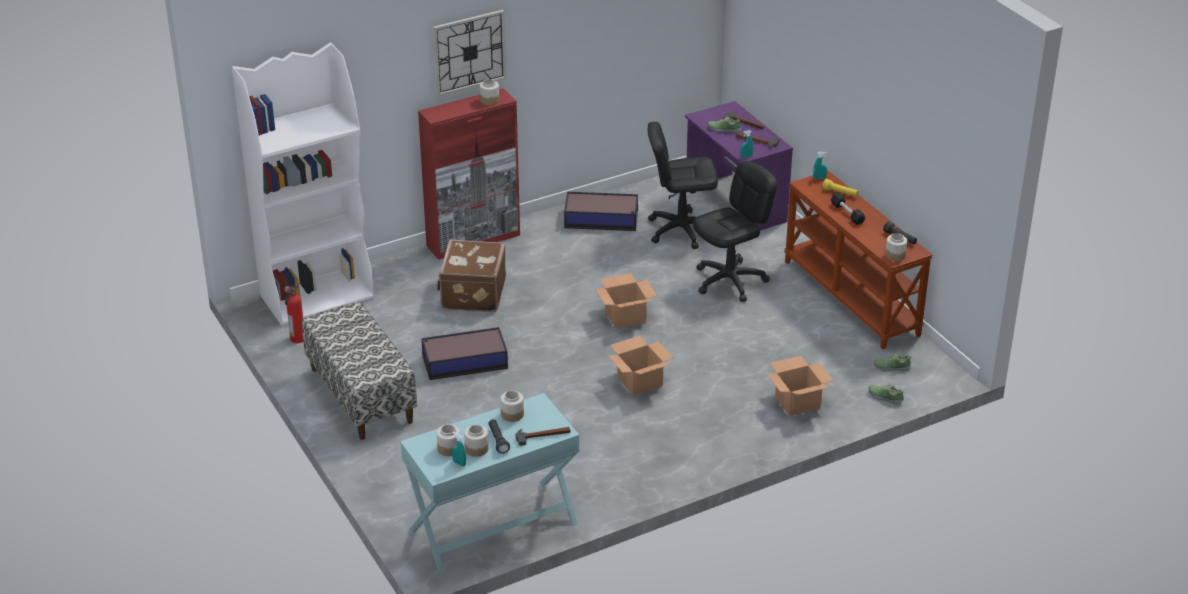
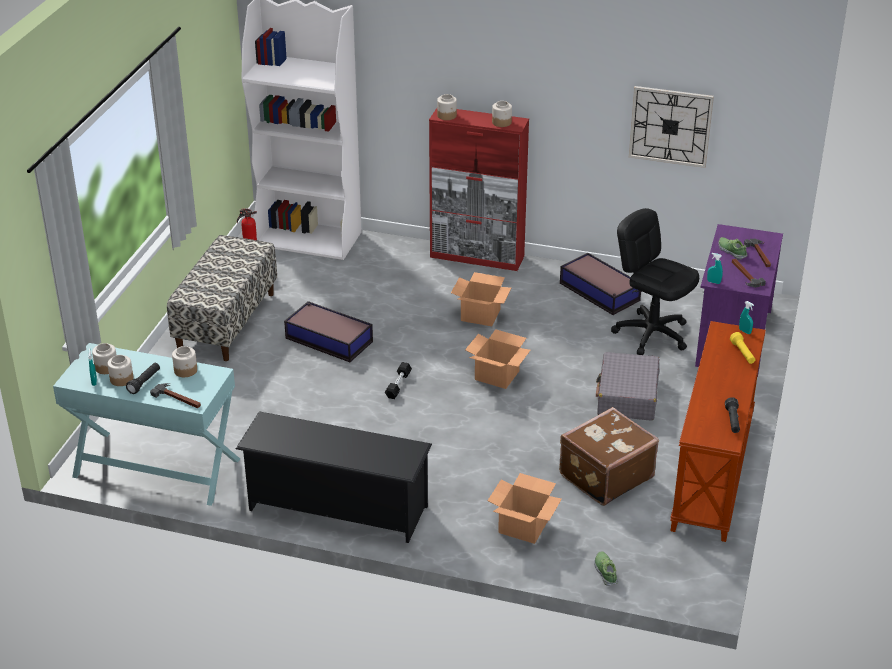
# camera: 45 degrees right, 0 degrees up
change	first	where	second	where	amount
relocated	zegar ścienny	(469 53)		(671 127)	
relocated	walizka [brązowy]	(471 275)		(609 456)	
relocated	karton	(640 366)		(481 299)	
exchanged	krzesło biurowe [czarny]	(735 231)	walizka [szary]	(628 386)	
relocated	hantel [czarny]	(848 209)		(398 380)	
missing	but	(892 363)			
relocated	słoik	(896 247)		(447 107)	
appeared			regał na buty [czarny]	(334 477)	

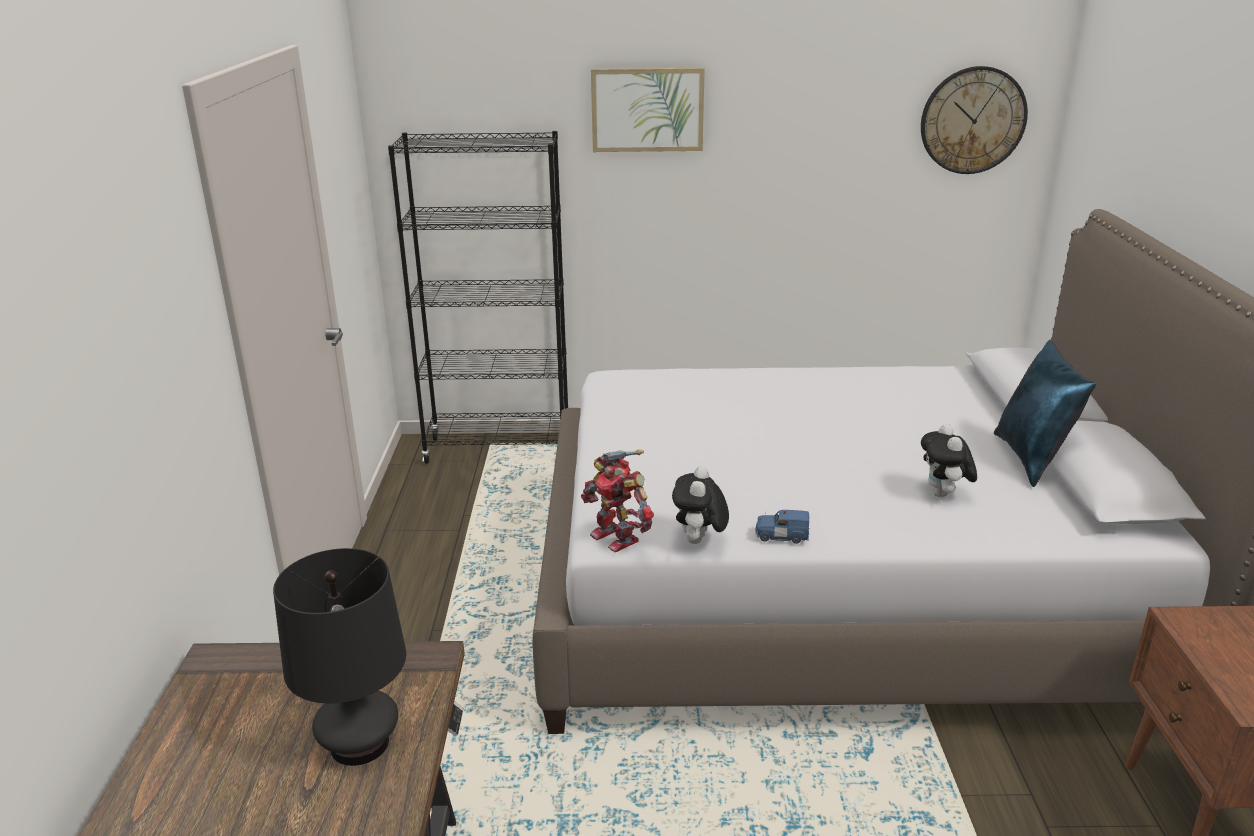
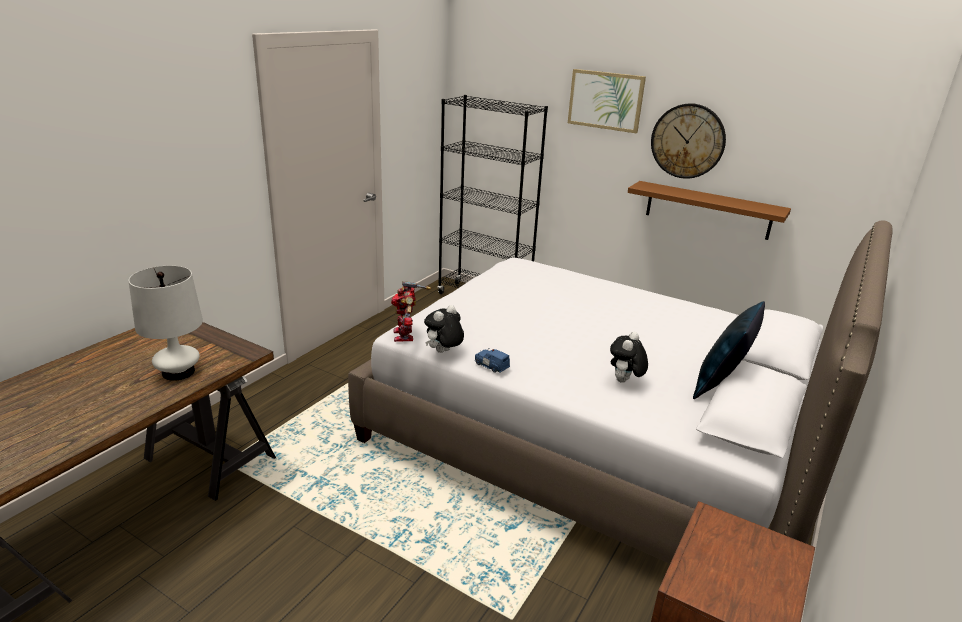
# camera: 30 degrees right, 0 degrees up
change	first	where	second	where	amount
colour	lampa stołowa [czarny]	(339 657)	lampa stołowa [biały]	(166 323)	
relocated	zegar ścienny	(974 120)		(688 141)	
appeared			półka [brązowy]	(709 210)	

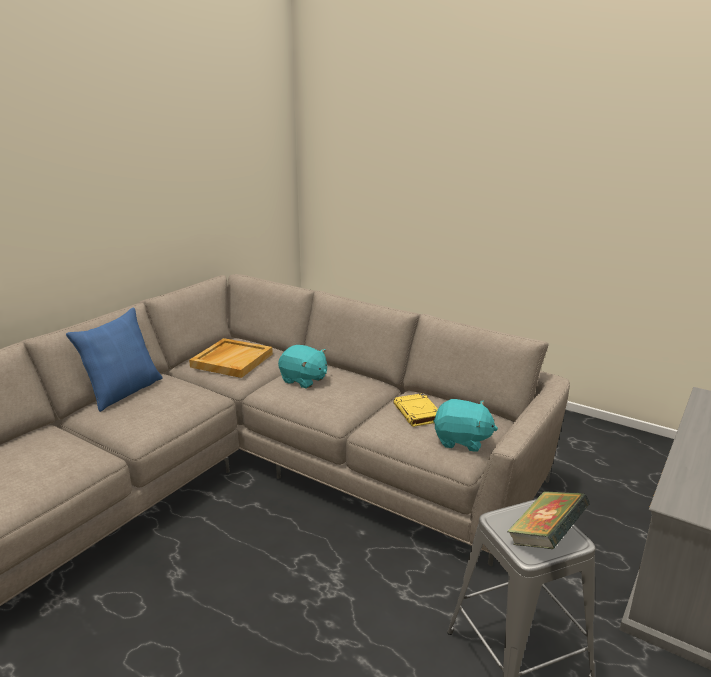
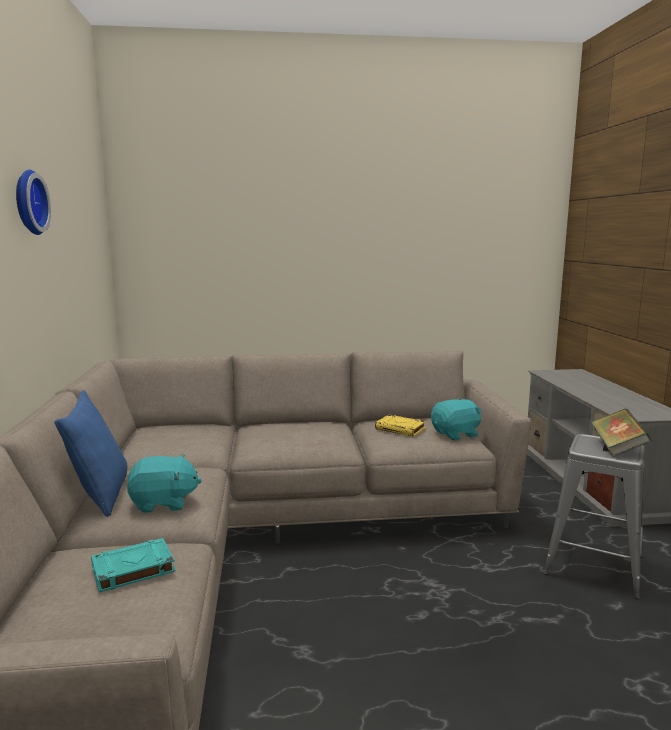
# camera: 40 degrees left, 10 degrees down
change	first	where	second	where	amount
missing	taca [beżowy]	(231 358)			
relocated	pluszak [turkusowy]	(302 366)		(164 483)	
appeared			zegar ścienny	(33 202)	
appeared			książka [turkusowy]	(133 565)	

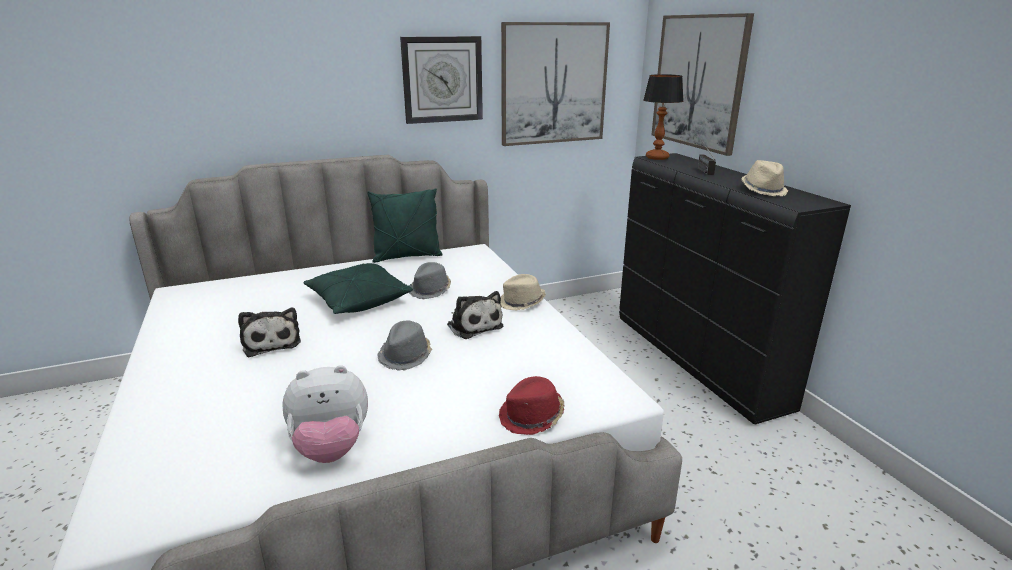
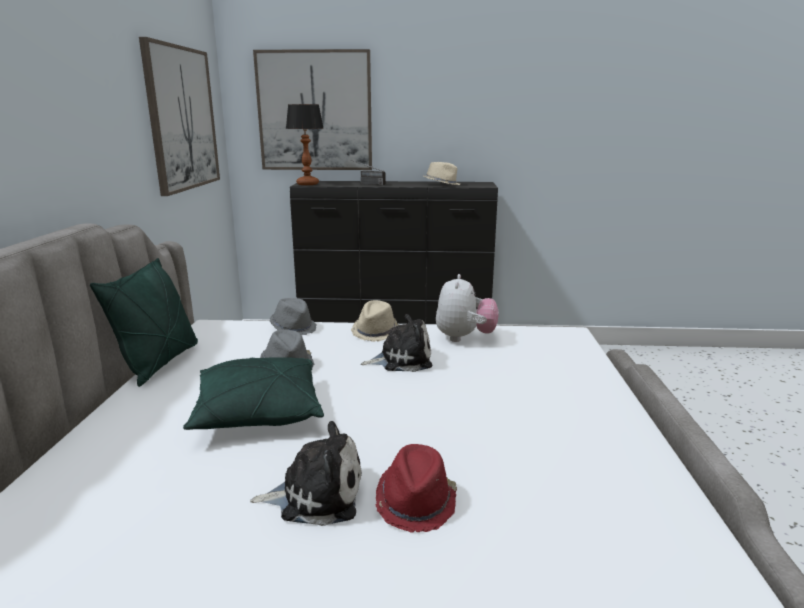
# camera: 65 degrees left, 5 degrees down
change	first	where	second	where	amount
relocated	pluszak	(325 414)		(467 308)	
relocated	kapelusz [szary]	(404 345)		(293 316)	
missing	zegar ścienny	(441 80)			
relocated	kapelusz [czerwony]	(531 405)		(416 488)	

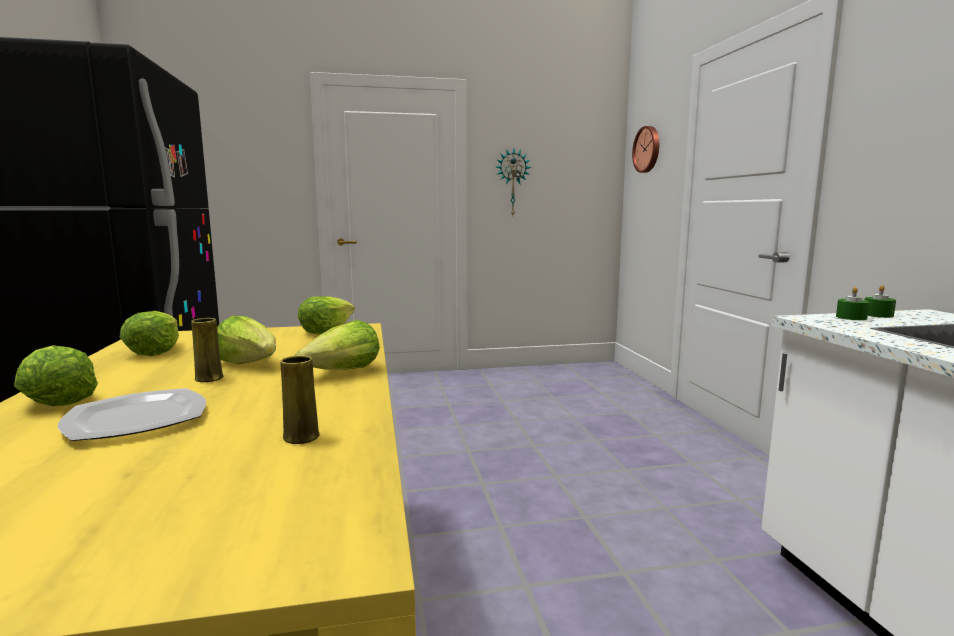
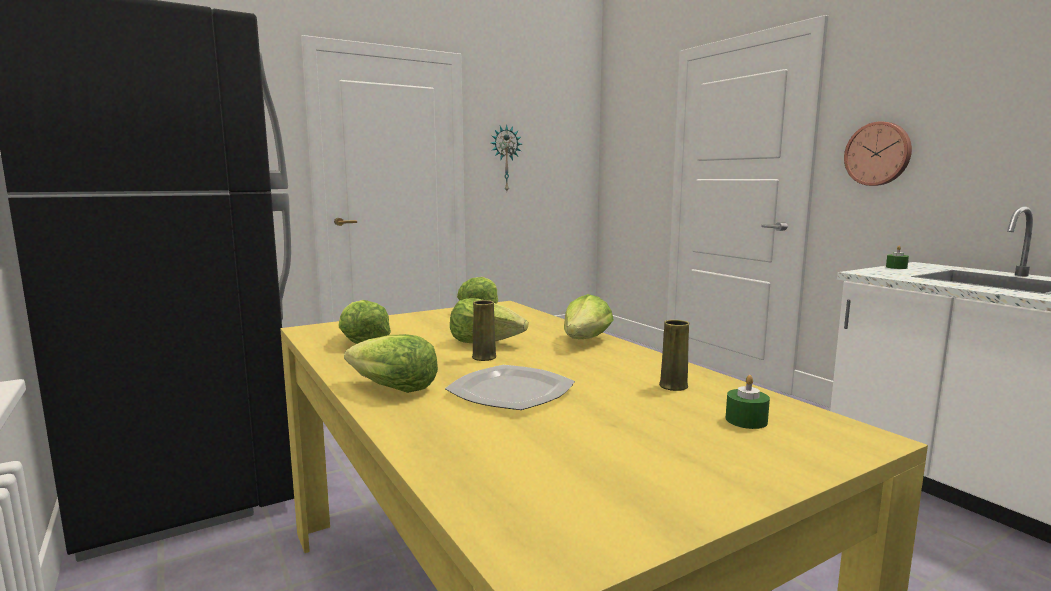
# camera: 20 degrees left, 0 degrees up
change	first	where	second	where	amount
relocated	zegar ścienny	(645 149)		(878 153)	
relocated	świeca [zielony]	(852 303)		(748 402)	

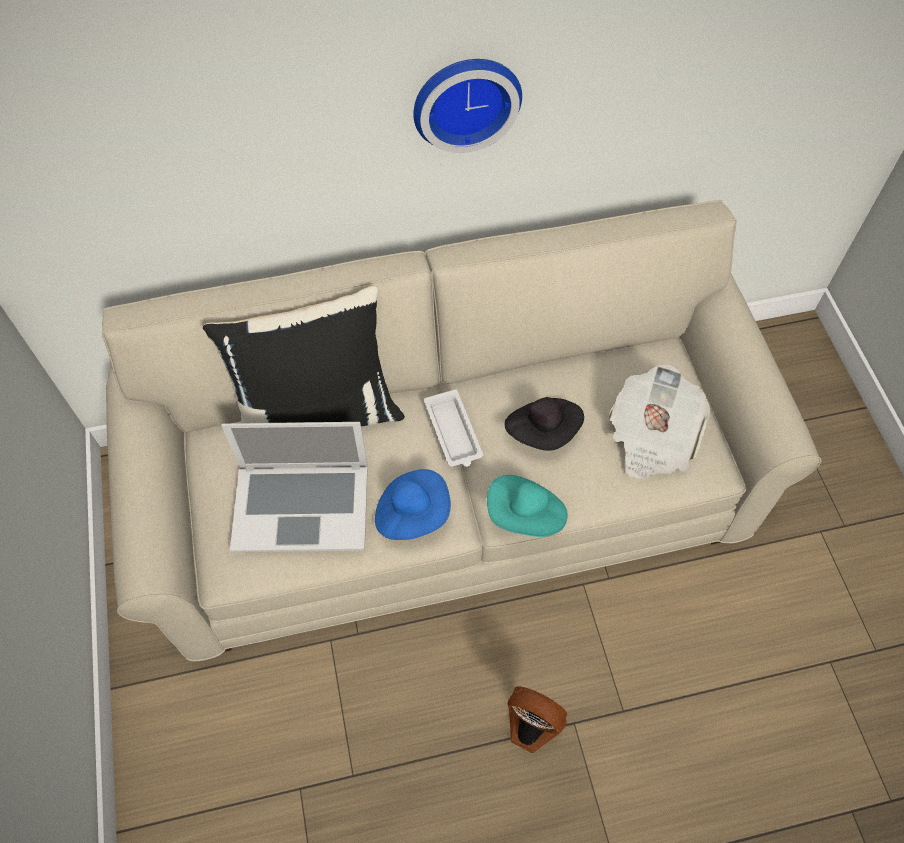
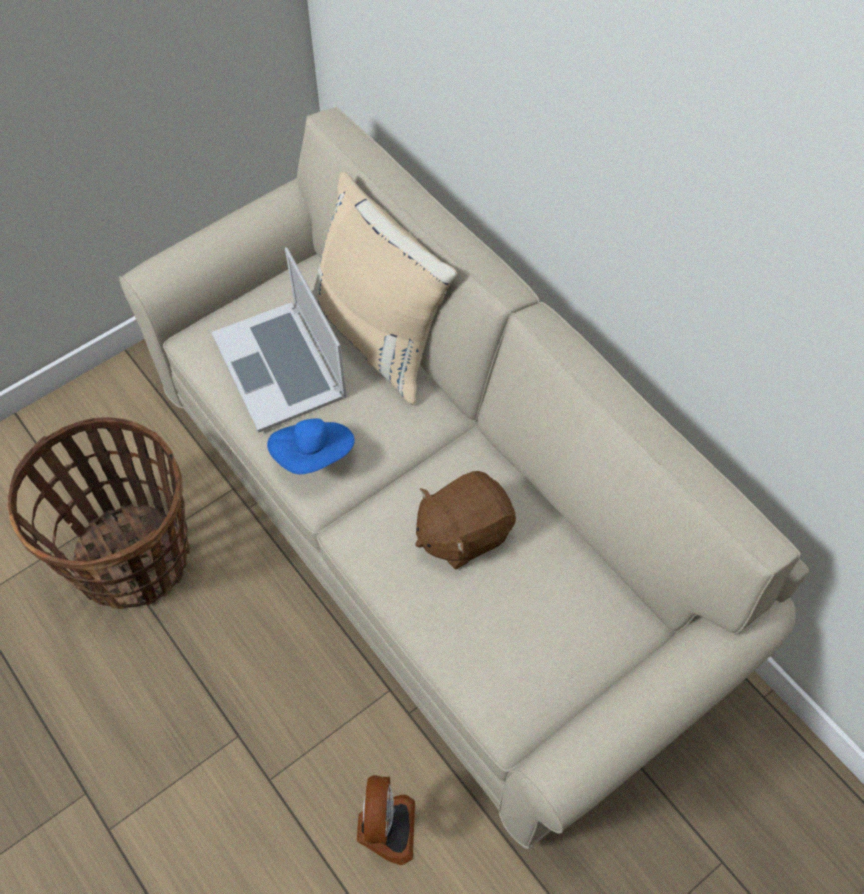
# camera: 65 degrees right, 0 degrees up
change	first	where	second	where	amount
colour	poduszka [czarny]	(304 356)	poduszka [beżowy]	(384 288)	
missing	zegar ścienny	(467 106)			
missing	taca [biały]	(453 428)			
missing	kapelusz [turkusowy]	(527 506)			
exchanged	kapelusz [czarny]	(544 424)	pluszak [brązowy]	(465 520)	
relocated	wentylator	(537 719)		(386 820)	
missing	gazeta	(660 422)			
appeared			koszyk	(98 513)	

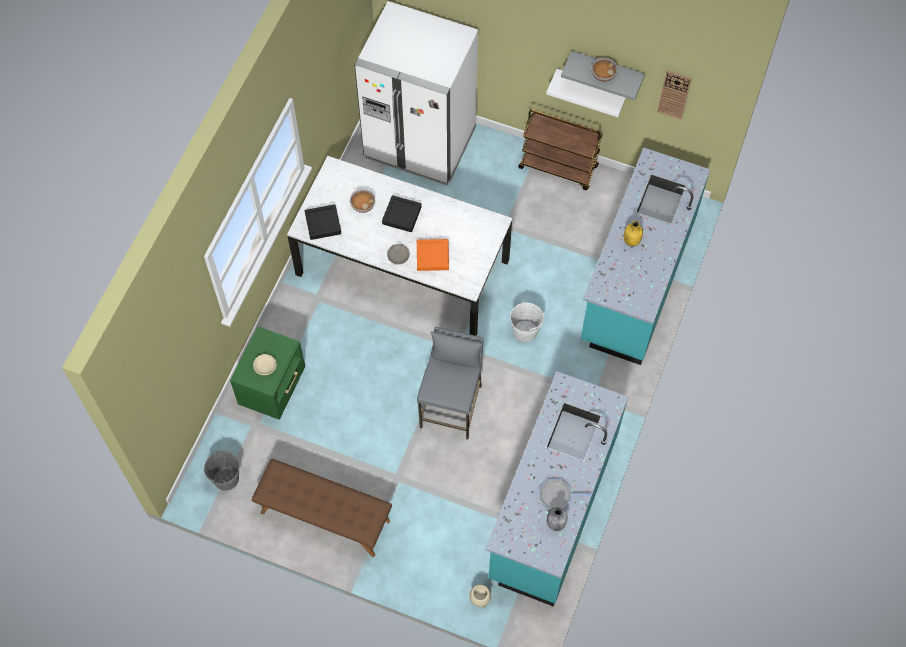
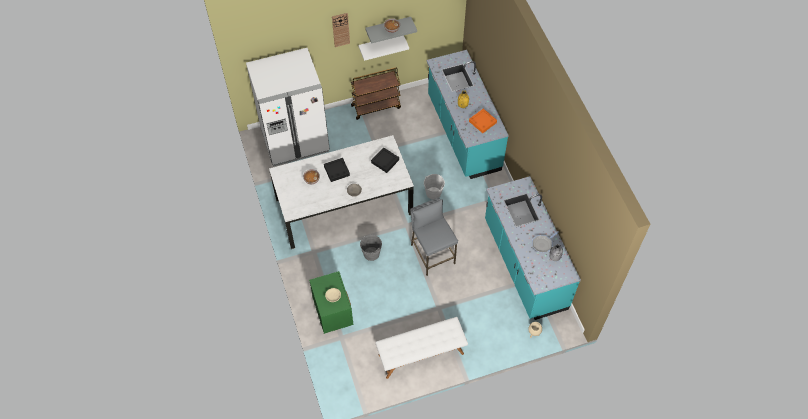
# camera: 40 degrees left, 5 degrees down
change	first	where	second	where	amount
relocated	wiadro [szary]	(221 470)		(371 248)	
colour	ławka [brązowy]	(322 508)	ławka [biały]	(421 348)	
relocated	taca [czarny]	(323 222)		(385 160)	
relocated	taca [pomarańczowy]	(433 255)		(483 120)	
relocated	zegar ścienny	(675 94)		(341 30)	

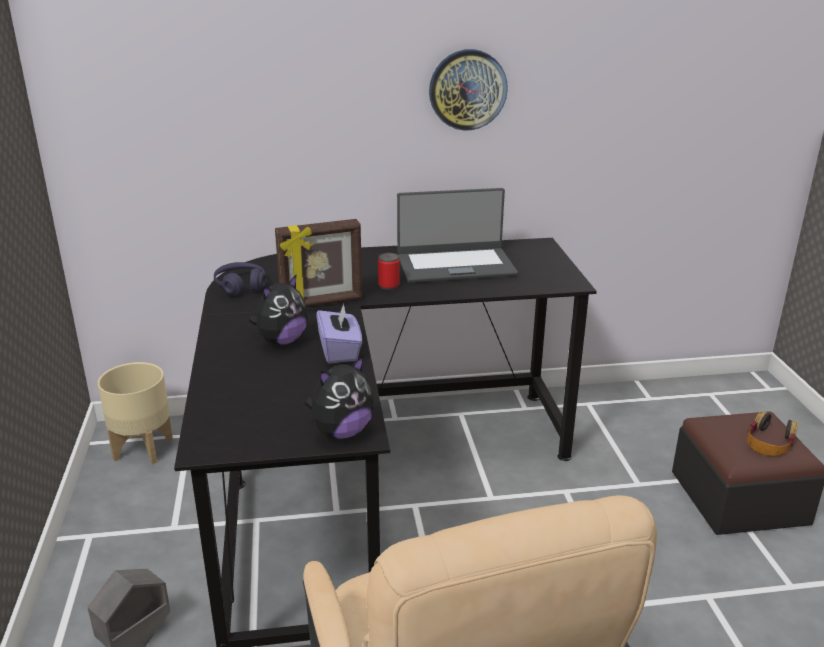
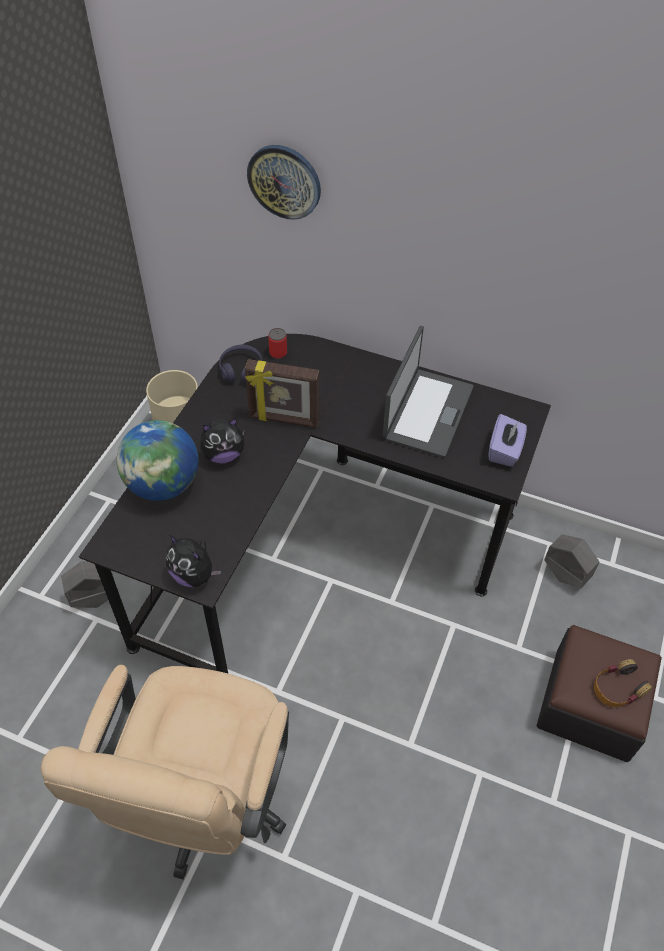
# camera: 30 degrees right, 25 degrees up
change	first	where	second	where	amount
spun	pluszak	(339 397)		(193 561)	45 degrees clockwise
relocated	pudełko chusteczek [fioletowy]	(339 334)		(507 440)	
relocated	puszka	(389 271)		(277 343)	
spun	laptop	(457 235)		(428 392)	90 degrees counterclockwise
relocated	zegar ścienny	(468 90)		(284 182)	
appeared			globus	(158 460)	
appeared			donica [szary]	(571 561)	

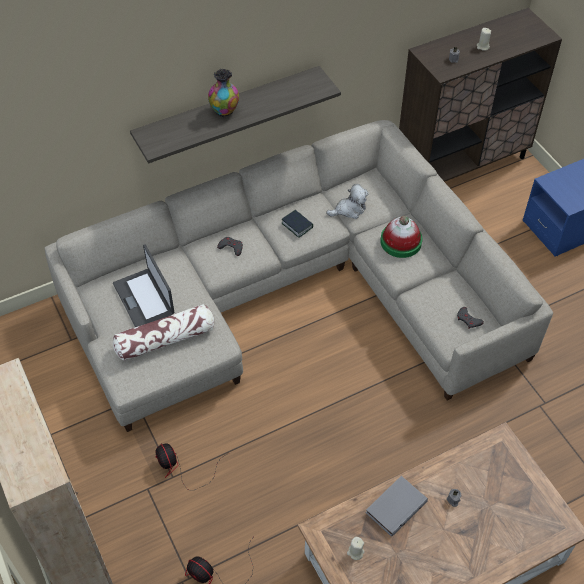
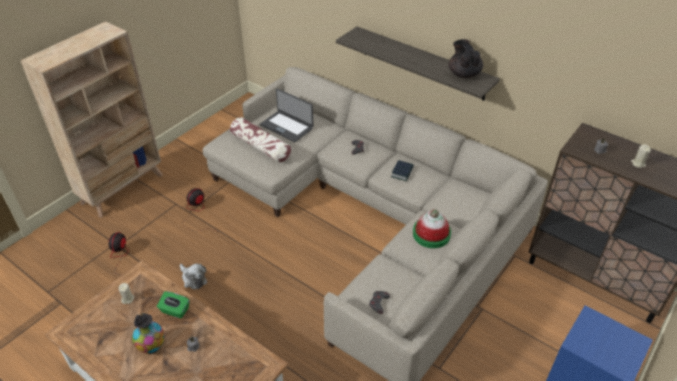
# camera: 65 degrees right, 10 degrees down
change	first	where	second	where	amount
spun	laptop	(144 285)		(287 115)	90 degrees counterclockwise
relocated	wazon	(223 93)		(148 334)	
relocated	pluszak	(347 201)		(193 276)	
exchanged	książka [szary]	(397 506)	pudełko chusteczek [zielony]	(173 304)	
appeared			imbryk [czarny]	(466 58)	

